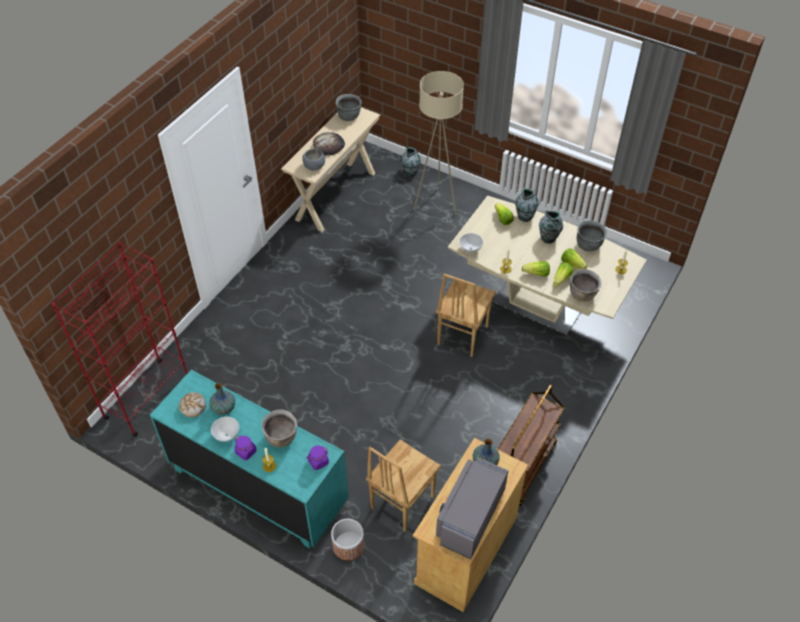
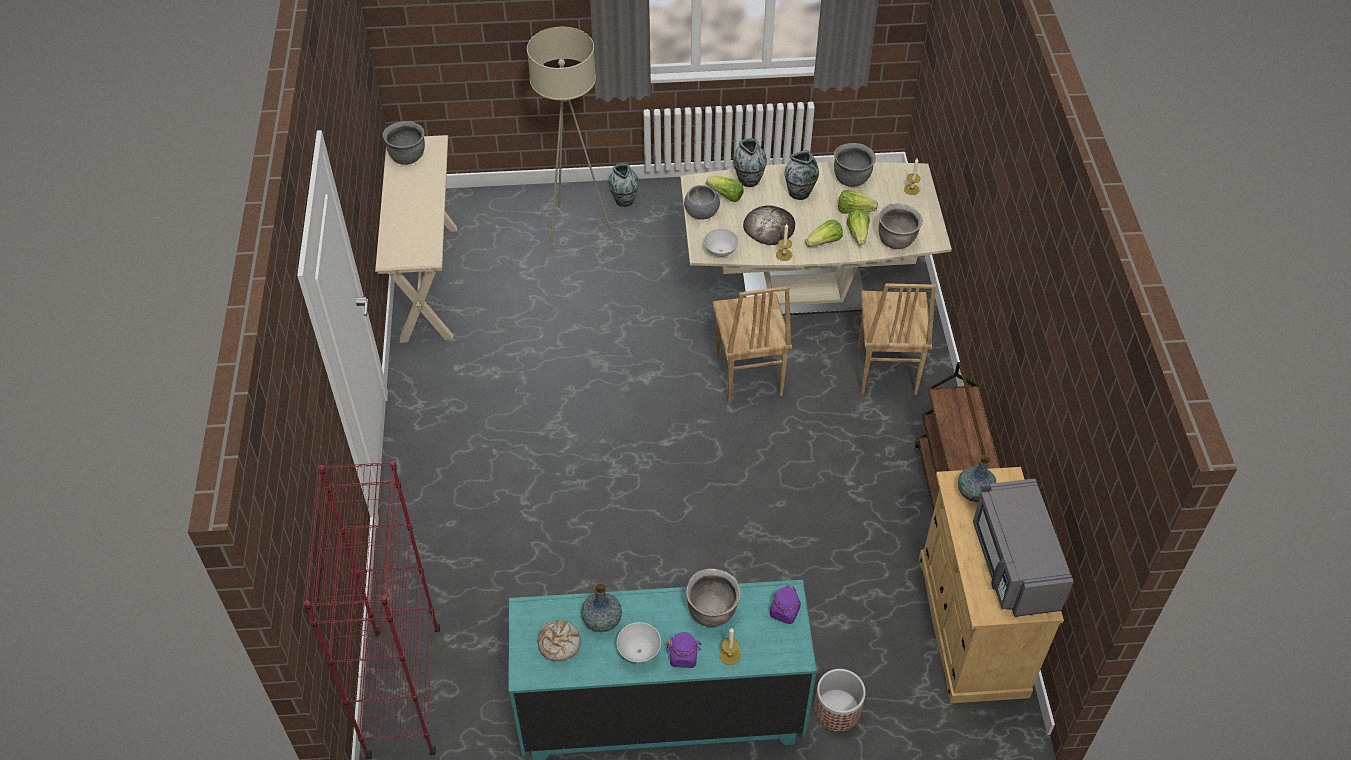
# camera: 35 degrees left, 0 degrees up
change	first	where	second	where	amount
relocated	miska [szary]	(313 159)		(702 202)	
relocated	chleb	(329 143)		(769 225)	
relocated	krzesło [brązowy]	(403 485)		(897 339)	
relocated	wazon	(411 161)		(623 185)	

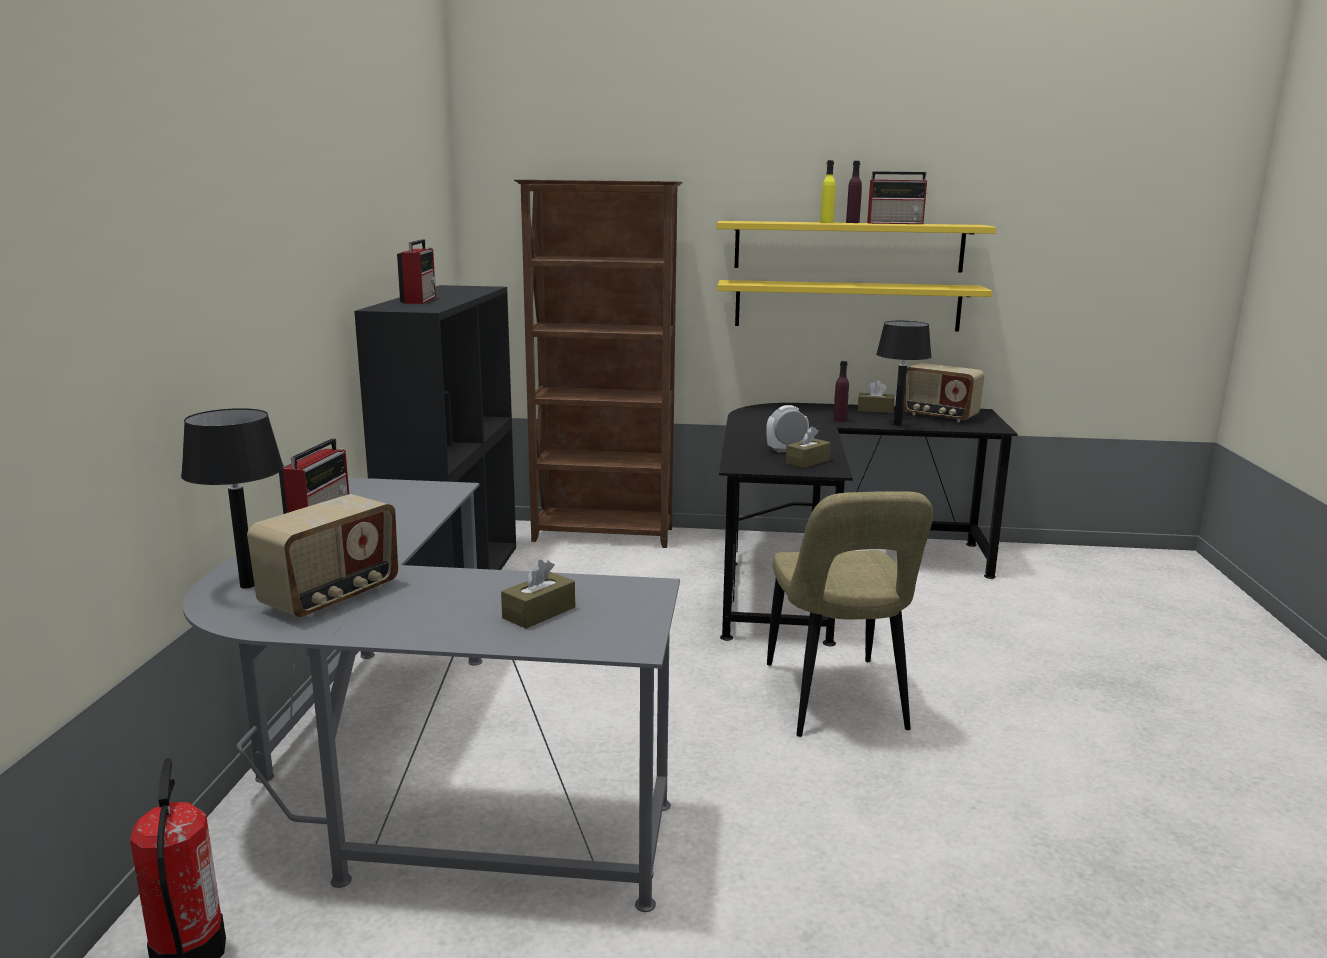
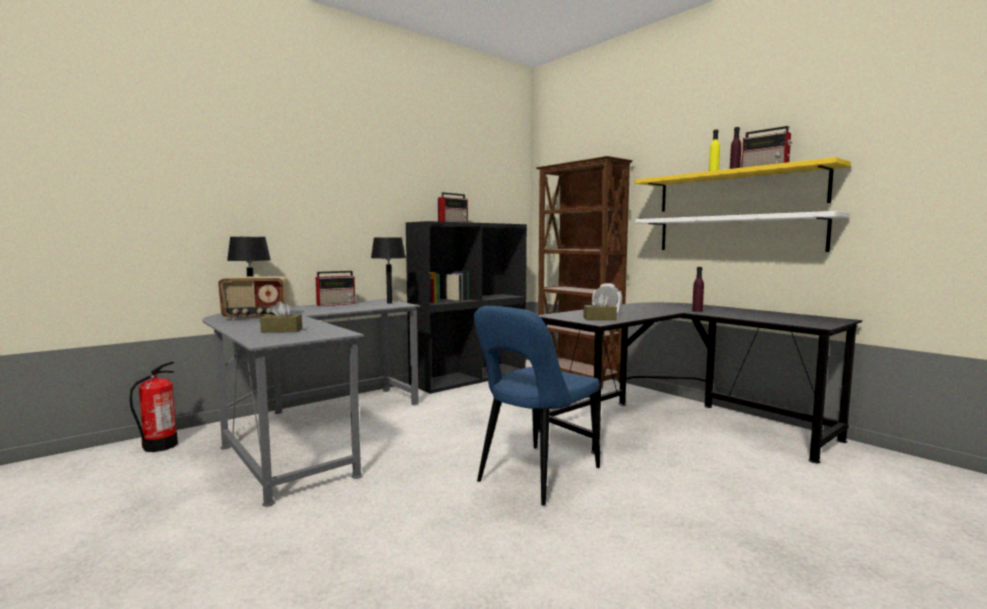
# camera: 45 degrees right, 10 degrees down
change	first	where	second	where	amount
colour	półka [żółty]	(854 306)	półka [biały]	(742 231)	
colour	krzesło [beżowy]	(850 614)	krzesło [niebieski]	(537 406)	
missing	pudełko chusteczek [brązowy]	(876 397)			
relocated	lampa stołowa [czarny]	(904 373)		(388 270)	
missing	radio	(944 392)			

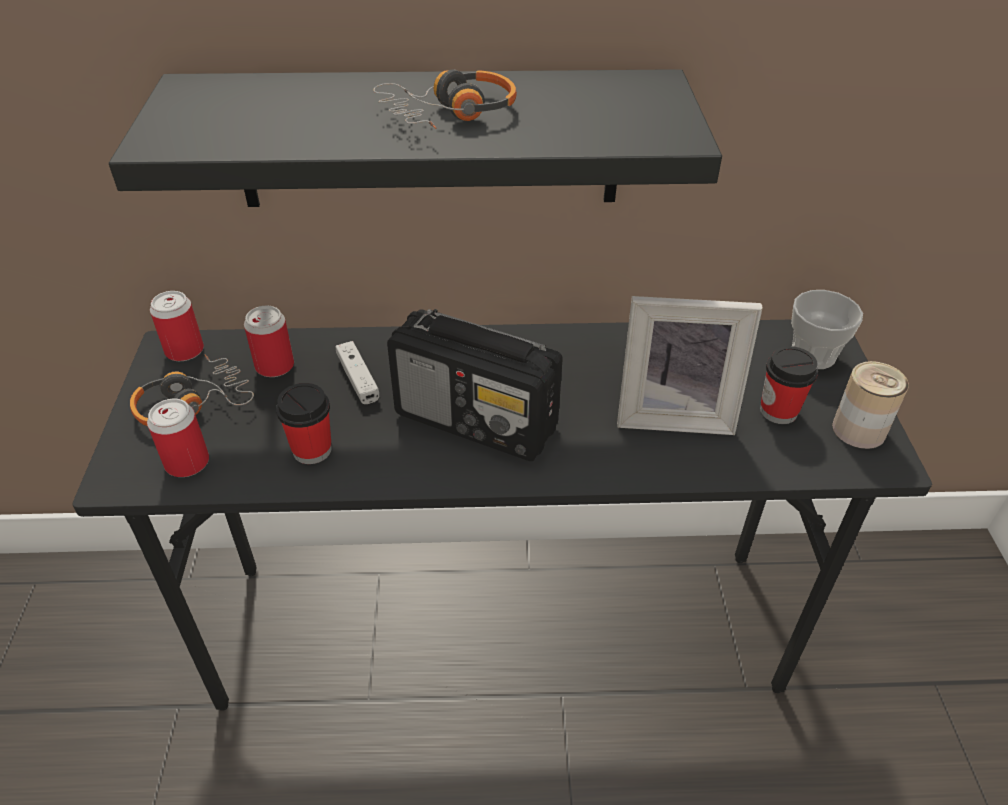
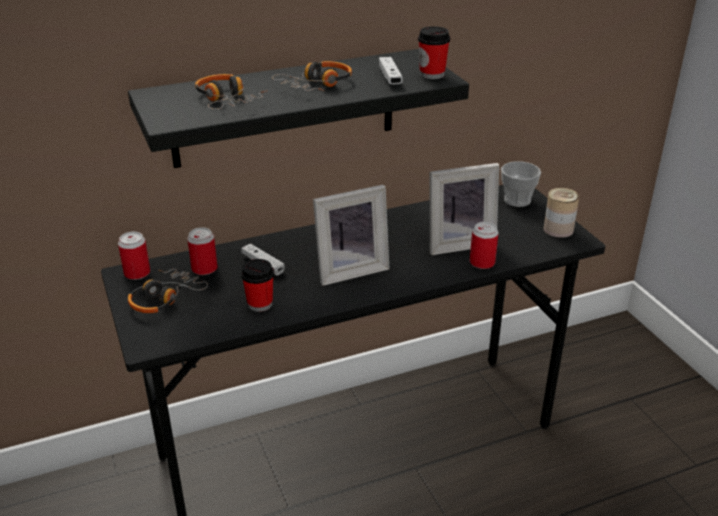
# camera: 20 degrees left, 10 degrees down
change	first	where	second	where	amount
relocated	puszka	(178 438)		(484 245)	
exchanged	radio	(475 385)	ramka na zdjęcie	(351 235)	
relocated	filiżanka	(789 385)		(434 52)	
appeared			słuchawki	(231 91)	
appeared			pad do gier [biały]	(391 71)	

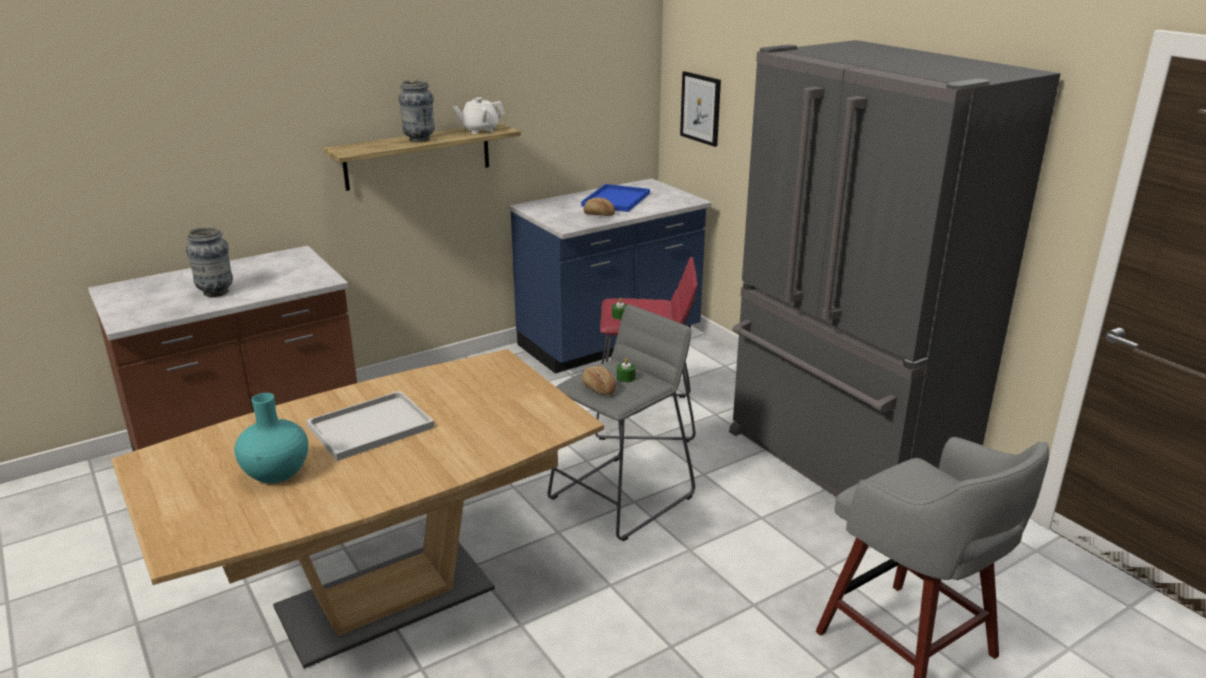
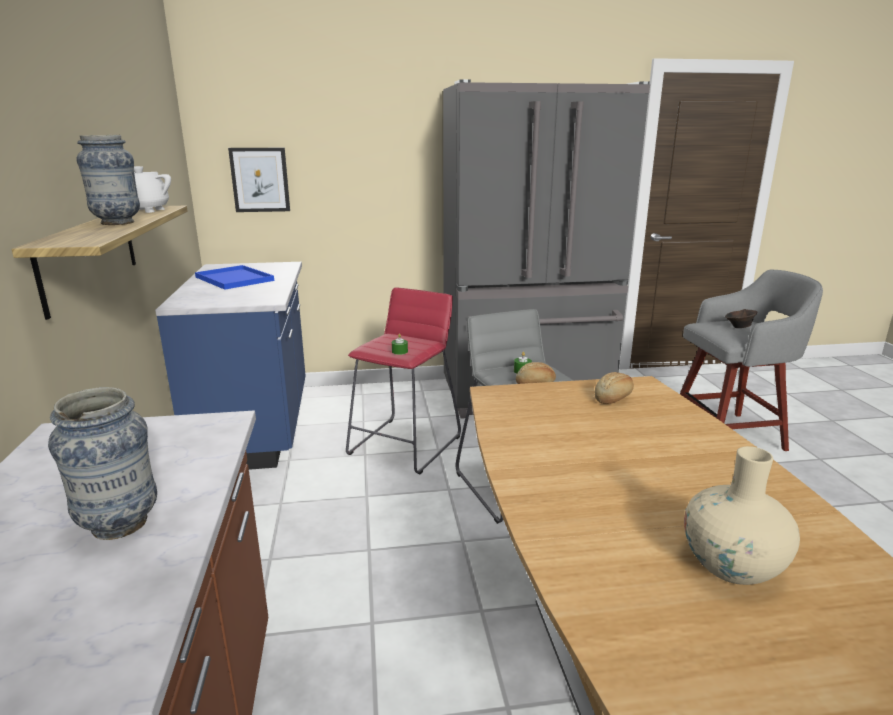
# camera: 65 degrees left, 5 degrees down
change	first	where	second	where	amount
colour	wazon [turkusowy]	(271 438)	wazon [beżowy]	(742 515)	
missing	taca [biały]	(370 426)			
relocated	chleb	(599 206)		(614 388)	
appeared			miska [brązowy]	(741 318)	

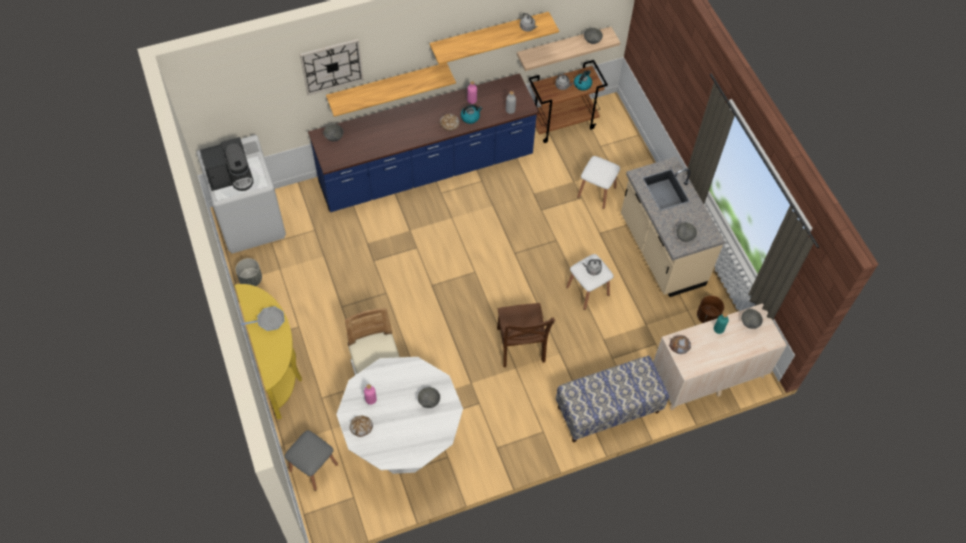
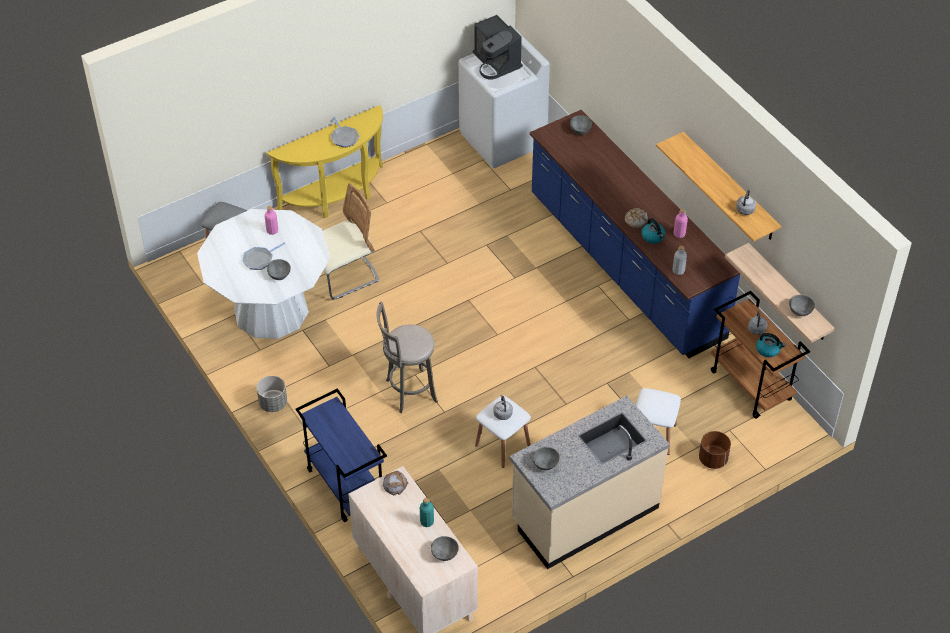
# camera: 80 degrees right, 10 degrees down
change	first	where	second	where	amount
relocated	donica [szary]	(249 272)		(272 394)	
missing	zegar ścienny	(332 67)			
missing	półka	(391 90)			
missing	chleb	(361 426)			
exchanged	krzesło [brązowy]	(526 335)	stołek [szary]	(407 357)	
exchanged	ławka	(612 399)	wózek [niebieski]	(341 455)	
relocated	donica [brązowy]	(710 309)		(715 450)	
appeared			patelnia	(263 256)	

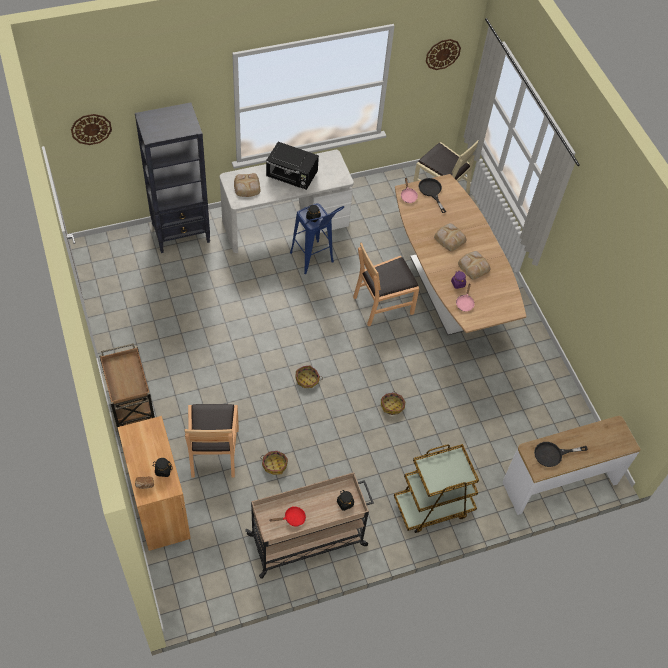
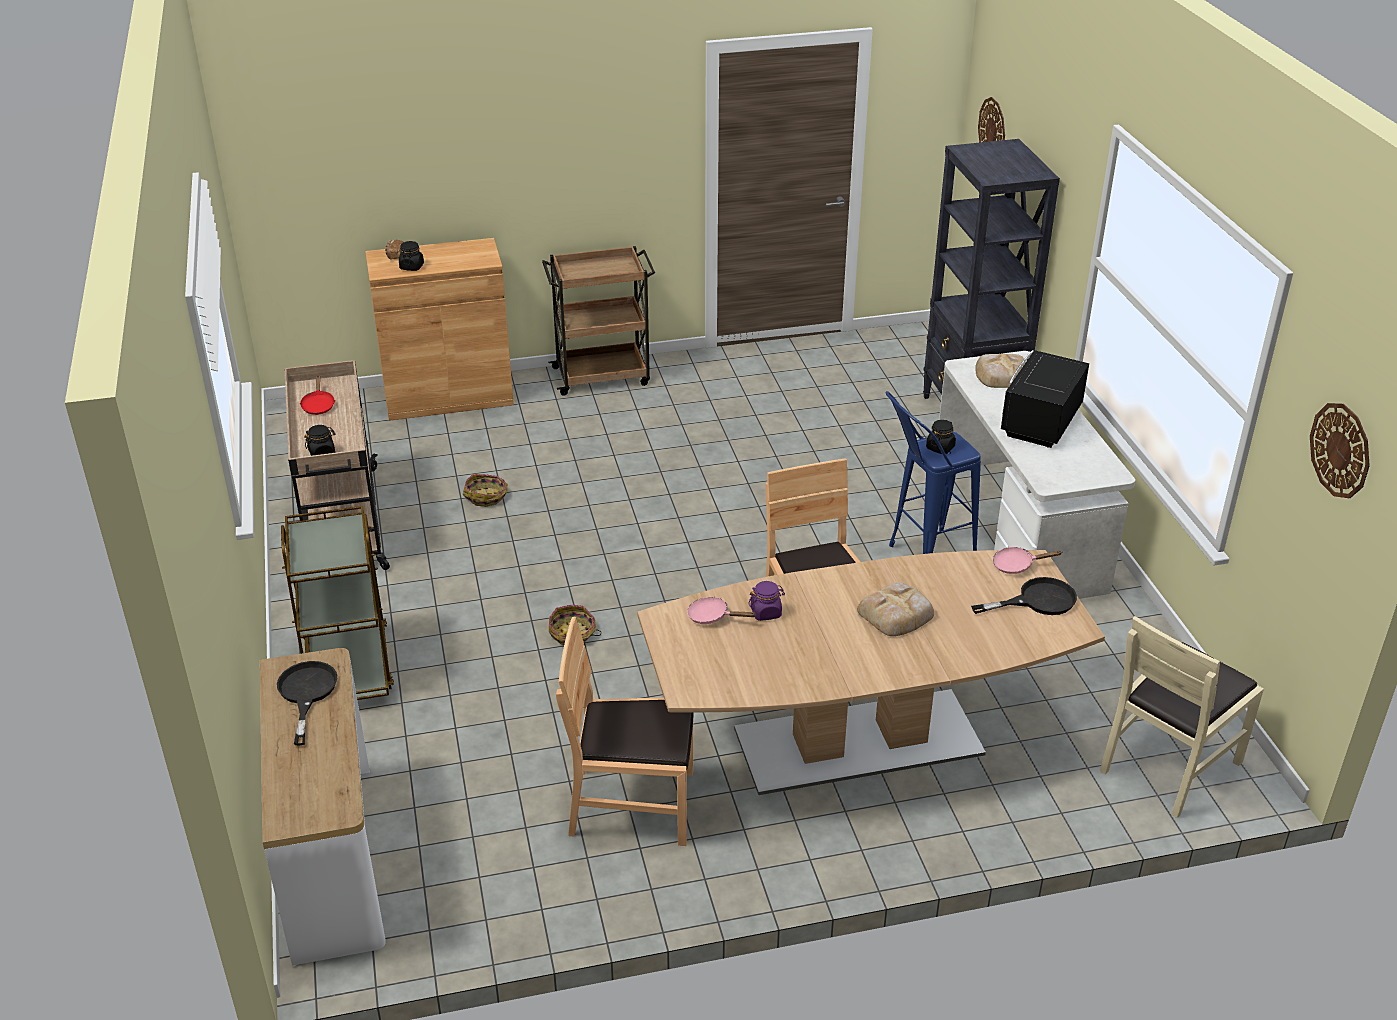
# camera: 100 degrees right, 20 degrees down
change	first	where	second	where	amount
relocated	krzesło [brązowy]	(212 441)		(625 731)	
missing	koszyk	(309 376)			
missing	chleb	(474 265)			

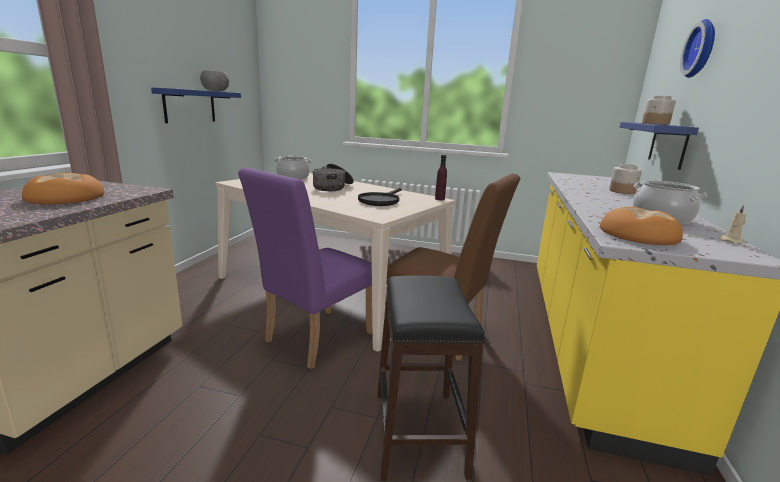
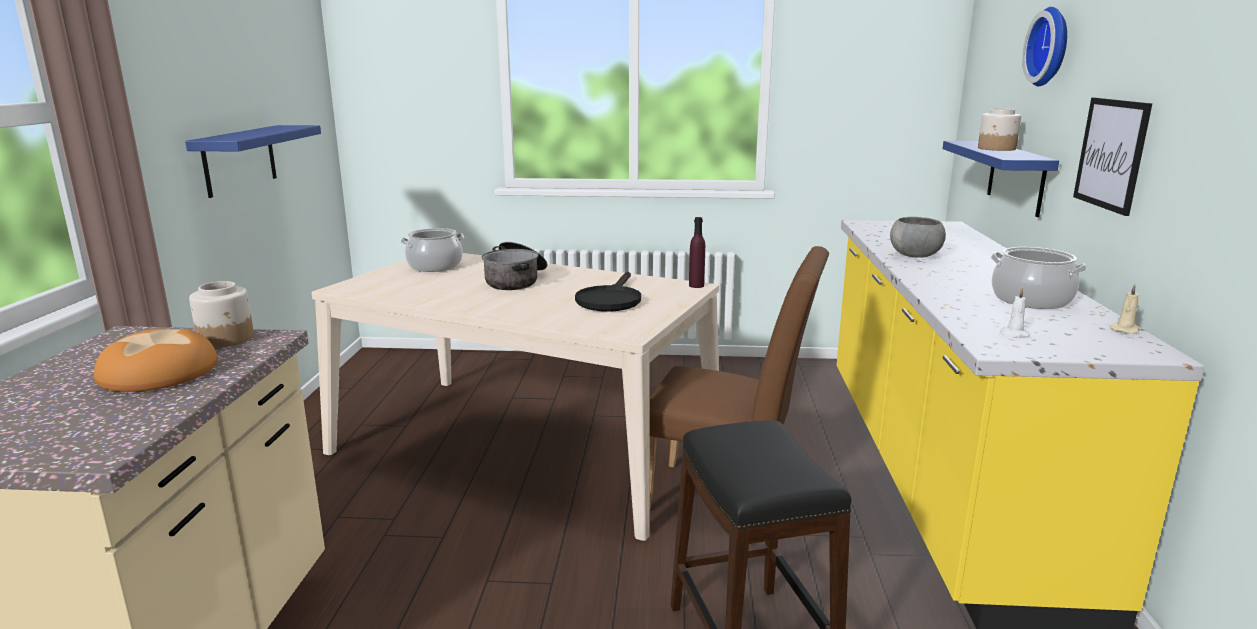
# camera: 10 degrees left, 0 degrees up
change	first	where	second	where	amount
relocated	miska [szary]	(214 80)		(918 237)	
missing	krzesło [fioletowy]	(305 268)			
exchanged	chleb	(641 226)	świeca [biały]	(1014 313)	
relocated	słoik	(625 179)		(221 314)	
appeared			obraz	(1112 157)	

